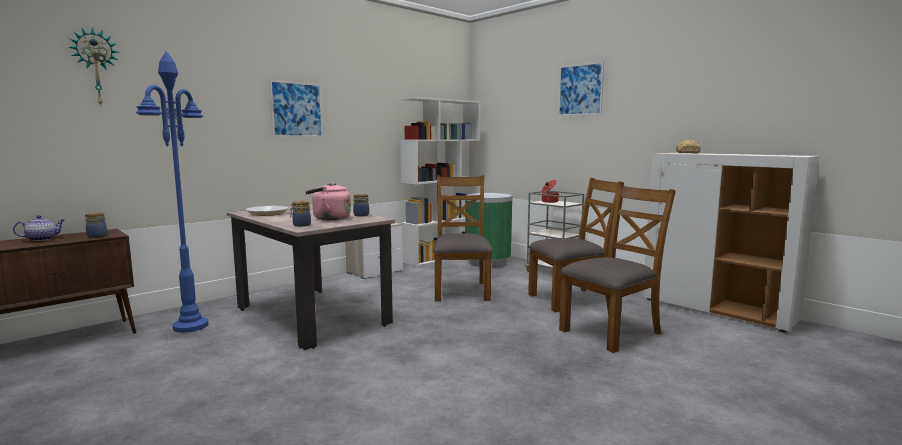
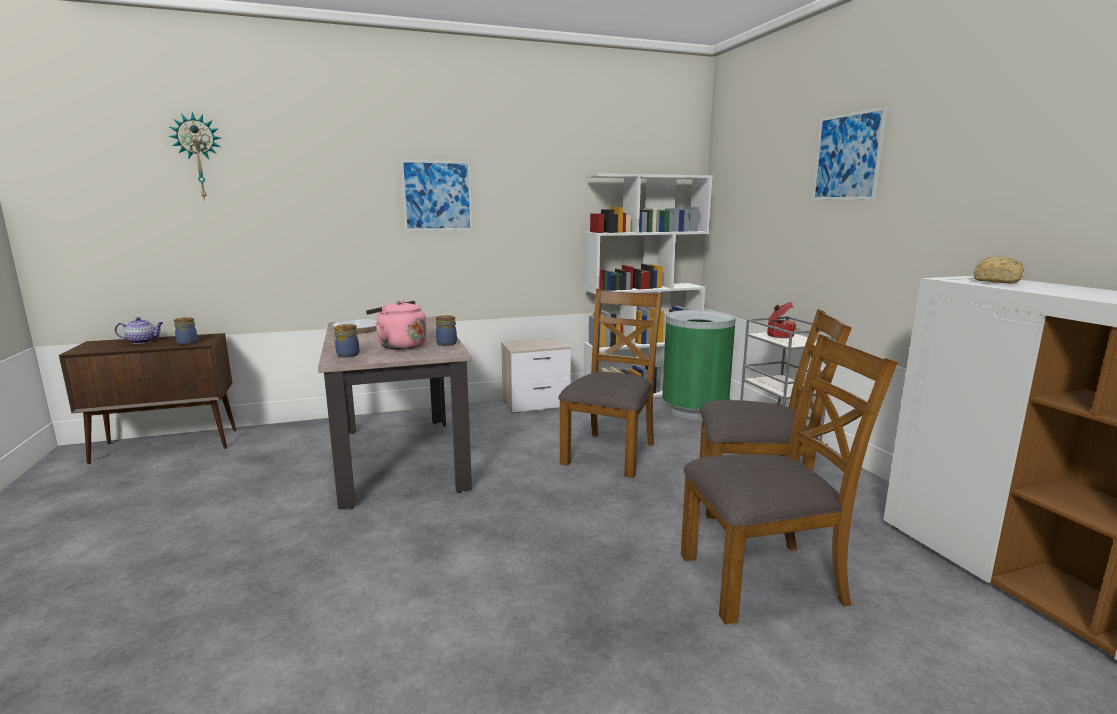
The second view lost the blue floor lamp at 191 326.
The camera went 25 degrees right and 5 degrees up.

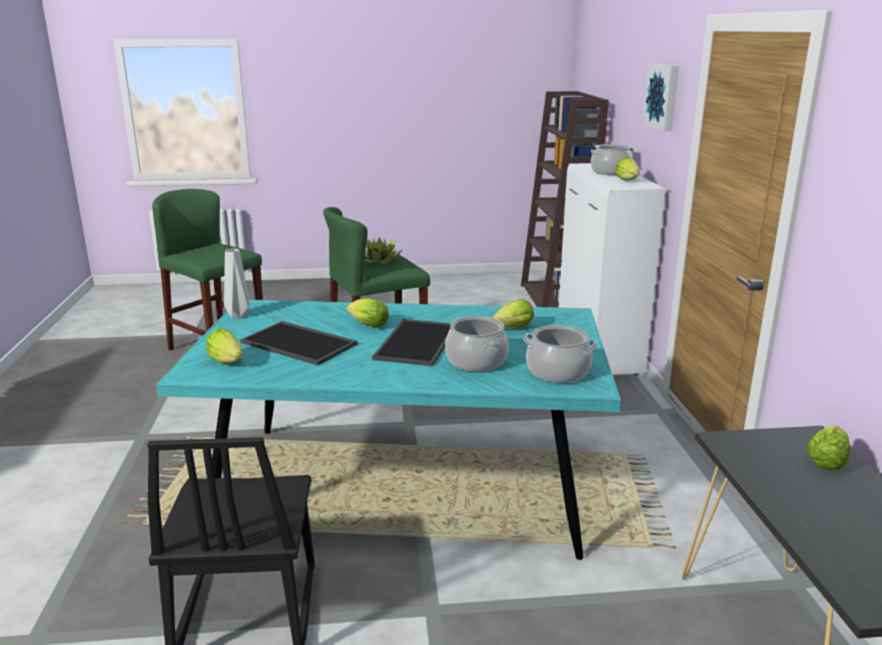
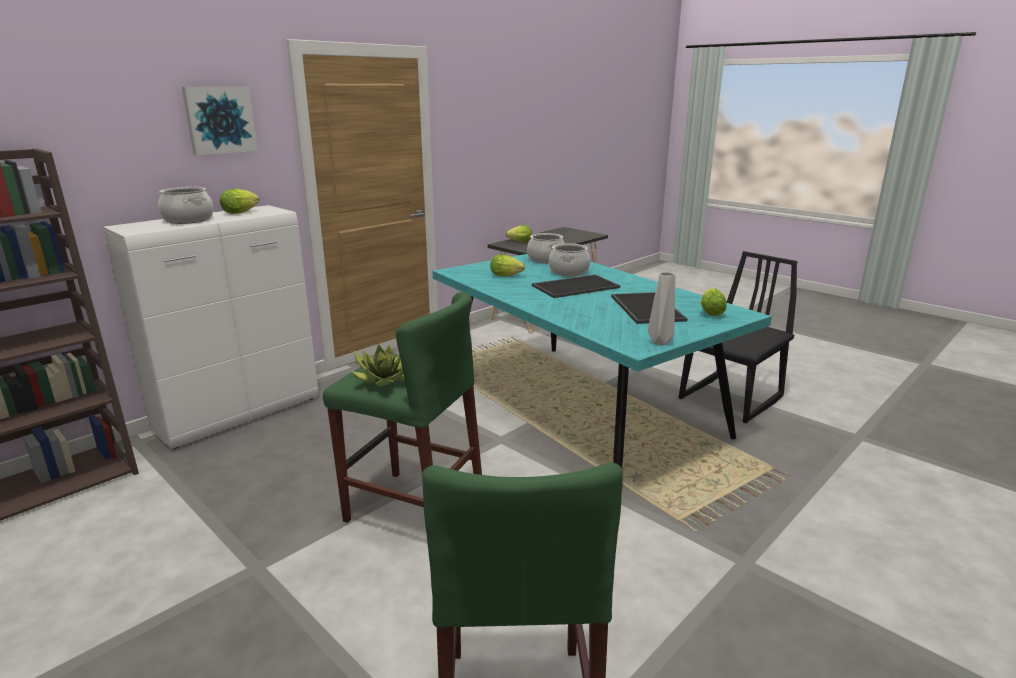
The second view lost the lettuce at 366 325.
The camera went 130 degrees left and 0 degrees up.

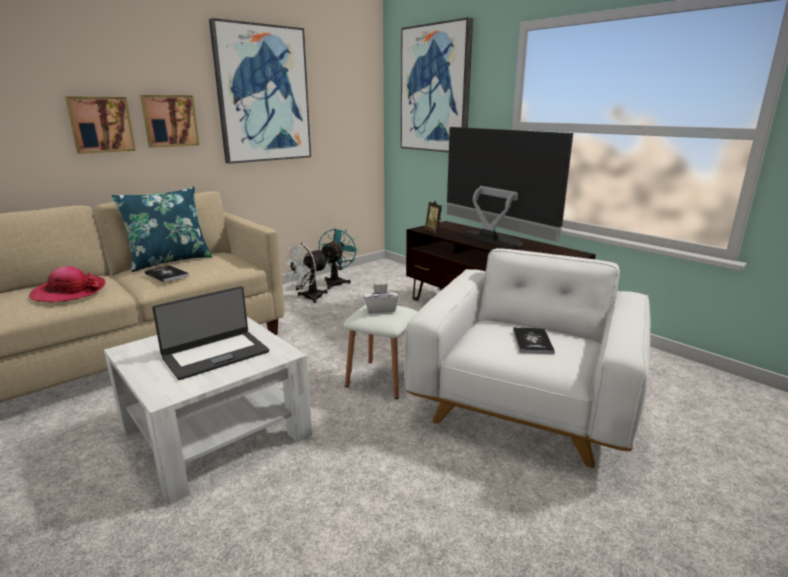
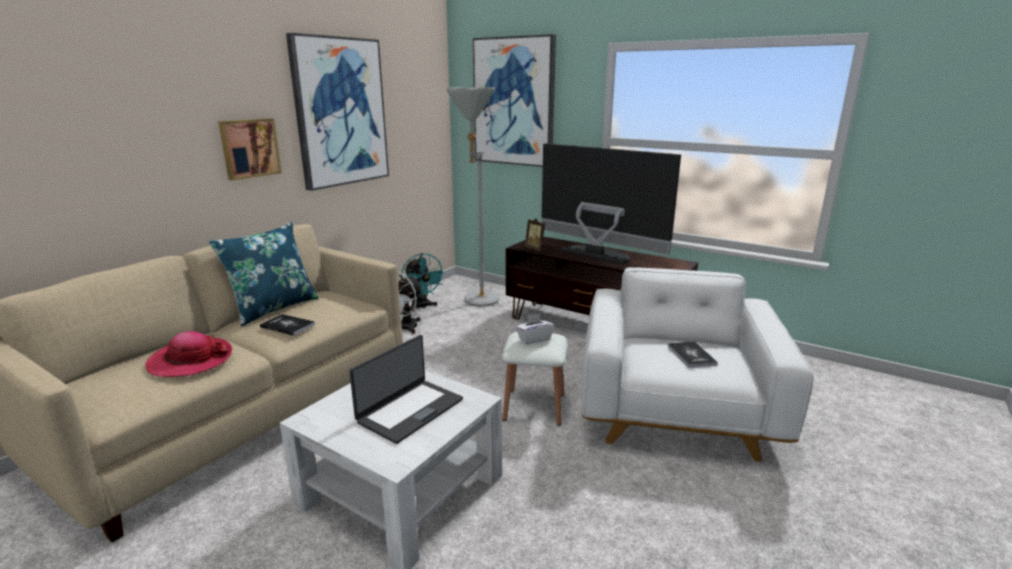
The second view lost the picture at 101 124.
The turquoise fan at 336 282 ended up facing another way, 150 degrees clockwise from before.
The second view gained the grey floor lamp at 476 298.
The camera went 15 degrees left and 0 degrees up.

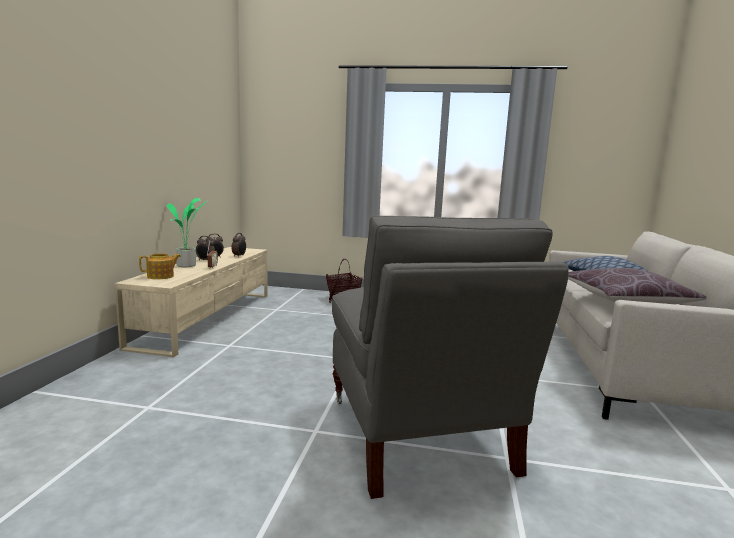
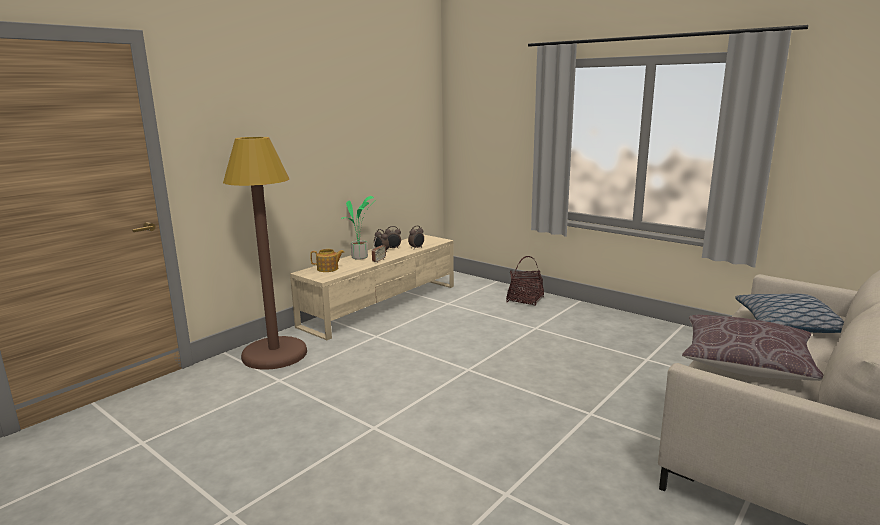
The second view lost the grey armchair at 418 435.
The second view gained the brown floor lamp at 274 354.
The camera went 30 degrees right and 5 degrees up.

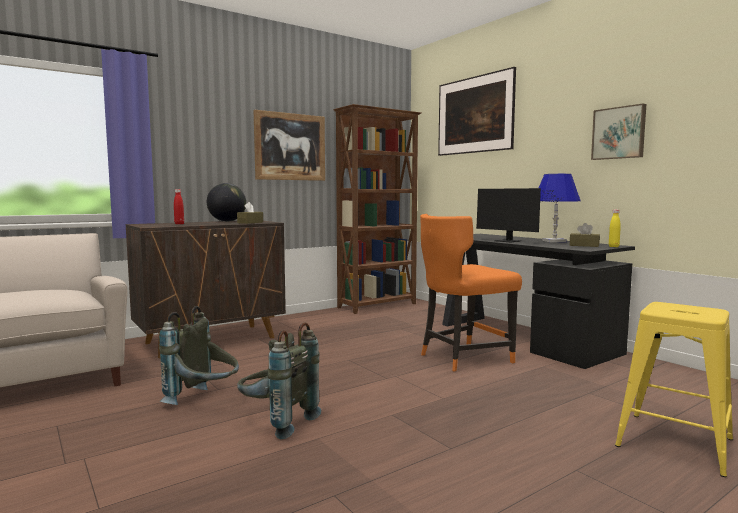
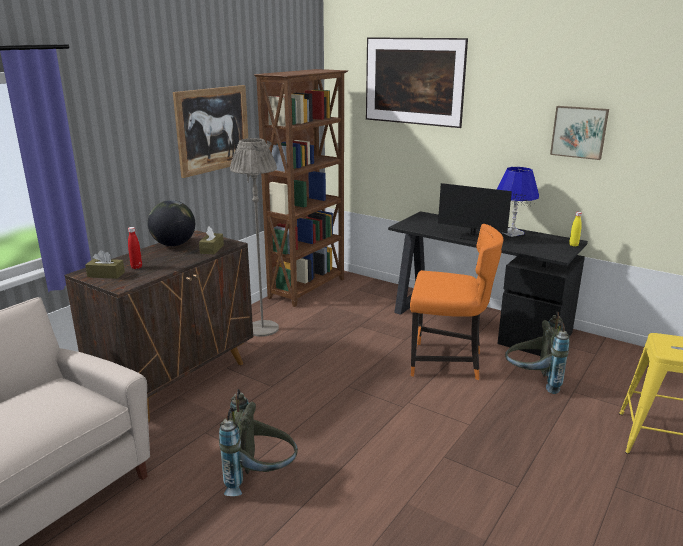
The grey backpack ended up elsewhere, having gone from 276 422 to 532 382.
The orange chair at 463 358 ended up facing another way, 120 degrees counterclockwise from before.
The brown tissue box ended up elsewhere, having gone from 584 245 to 106 275.
The second view gained the grey floor lamp at 262 329.
The camera went 20 degrees left and 15 degrees up.

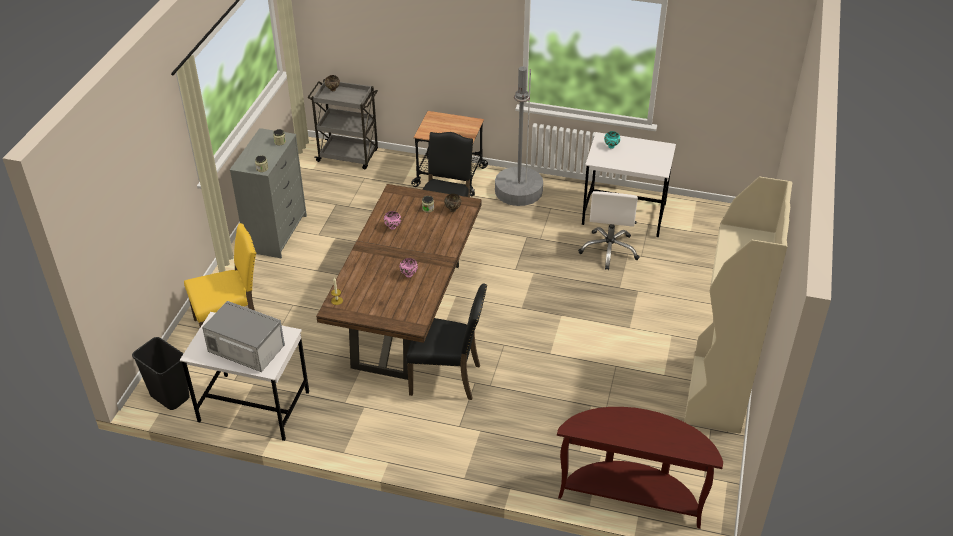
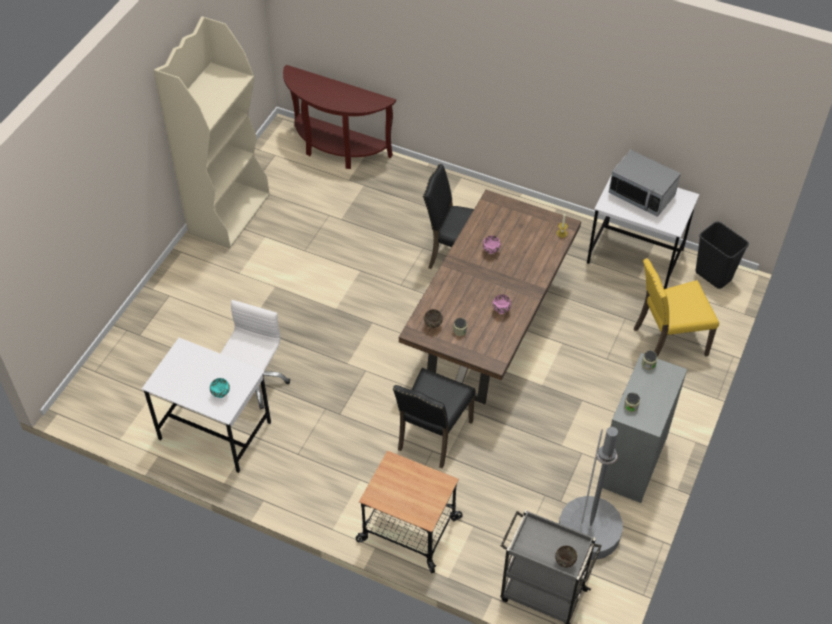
The grey floor lamp ended up elsewhere, having gone from 518 191 to 589 531.
The camera went 170 degrees left and 10 degrees up.

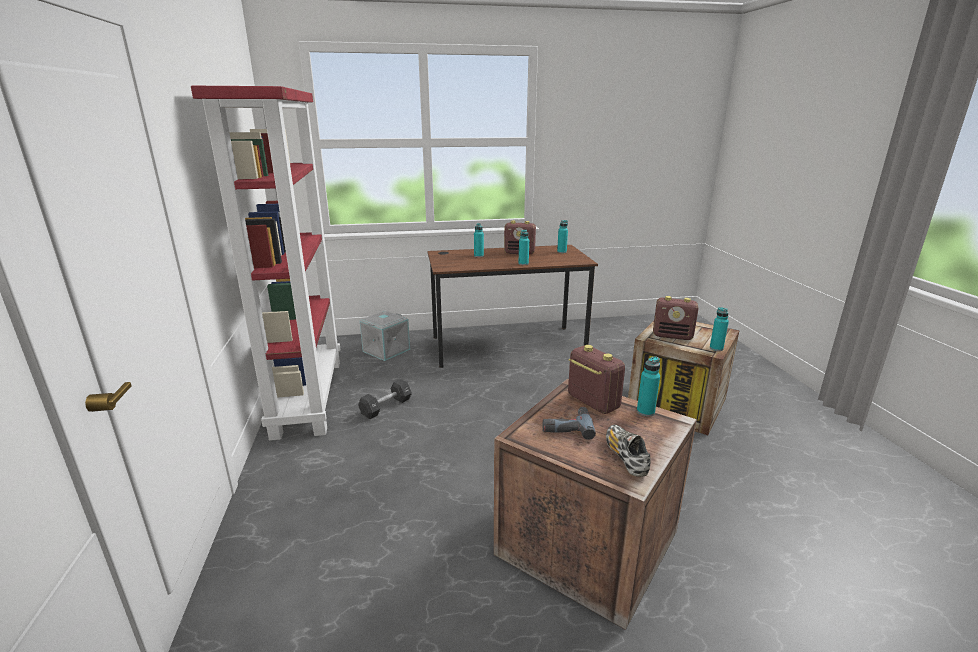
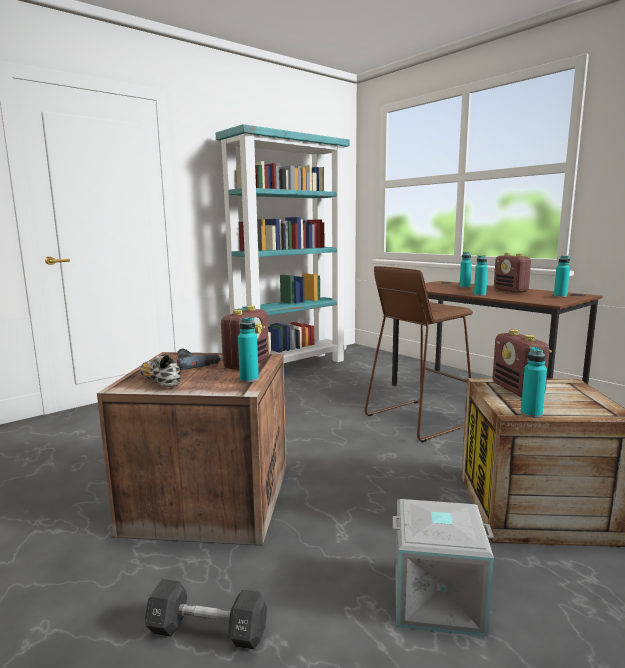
What was the red bookcase at 307 396 turned into the turquoise bookcase at 291 367.
The black dumbbell ended up elsewhere, having gone from 386 407 to 208 631.
The grey storage box ended up elsewhere, having gone from 386 350 to 437 597.
The shoe at 625 457 ended up facing another way, 90 degrees counterclockwise from before.
The second view gained the brown stool at 417 419.
The camera went 60 degrees right and 10 degrees down.

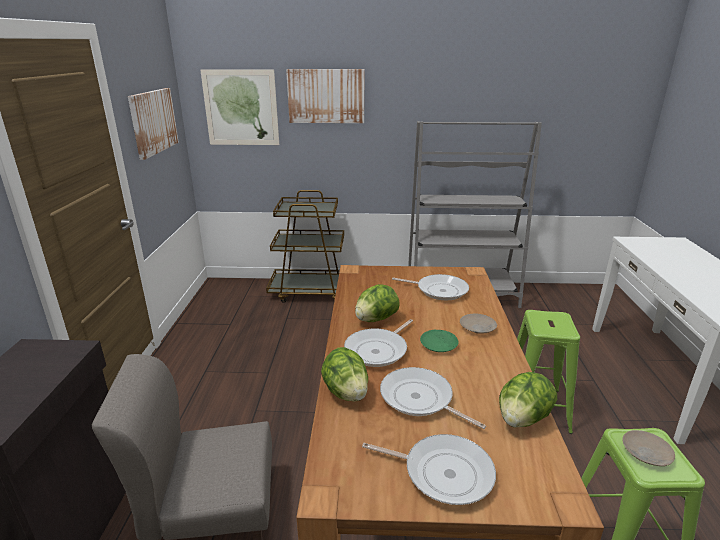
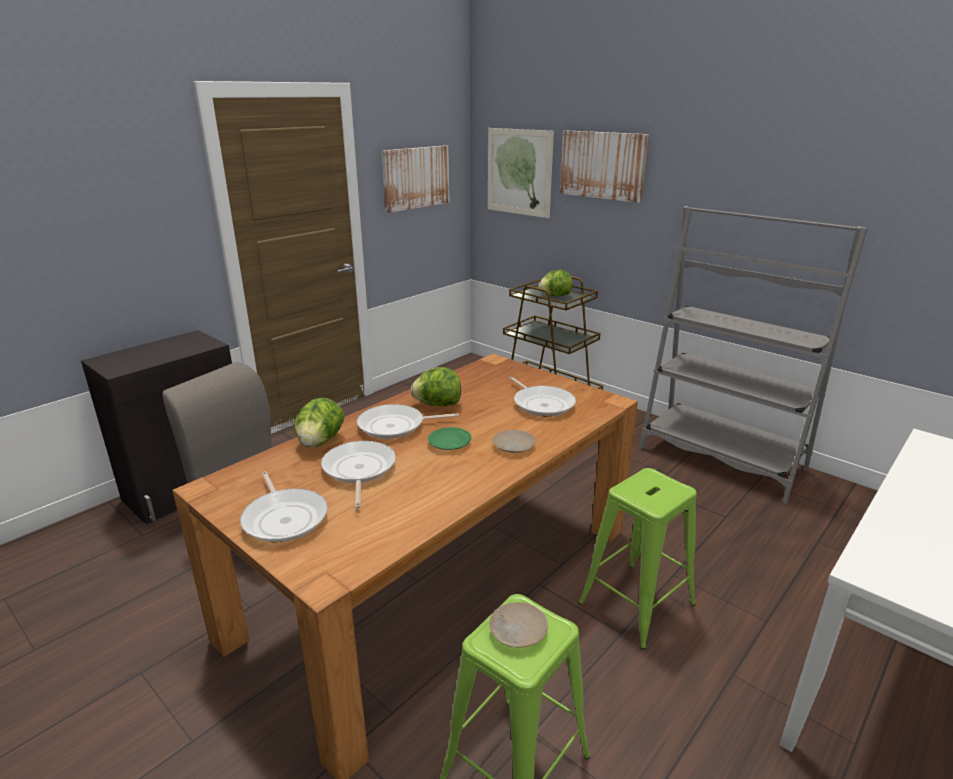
The lettuce ended up elsewhere, having gone from 522 419 to 555 296.
The camera went 40 degrees right and 0 degrees up.

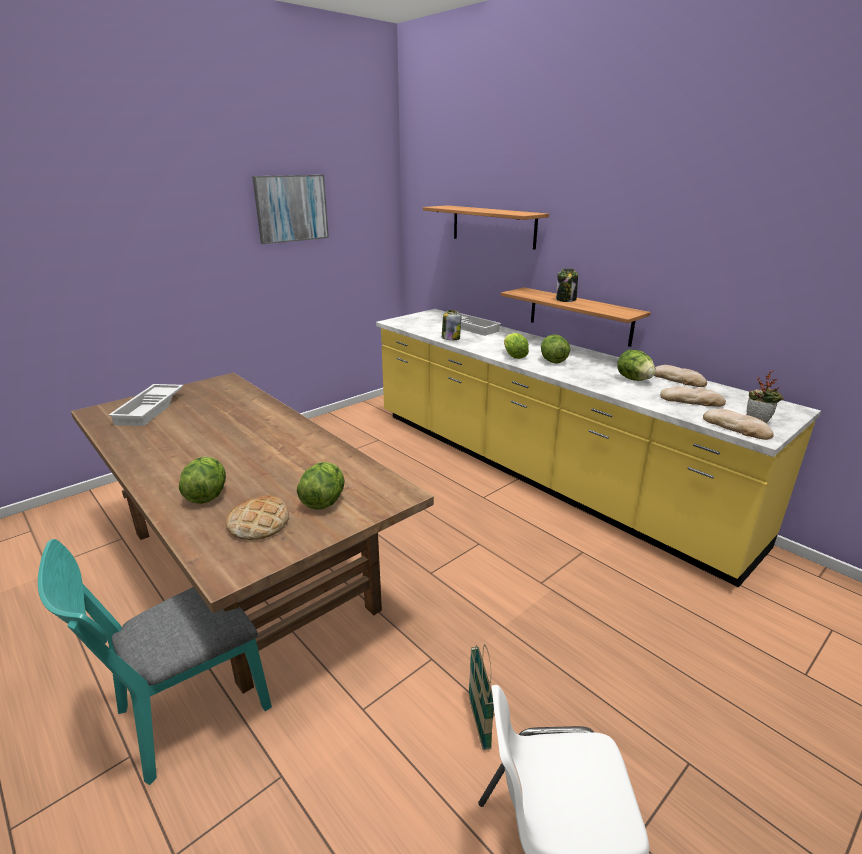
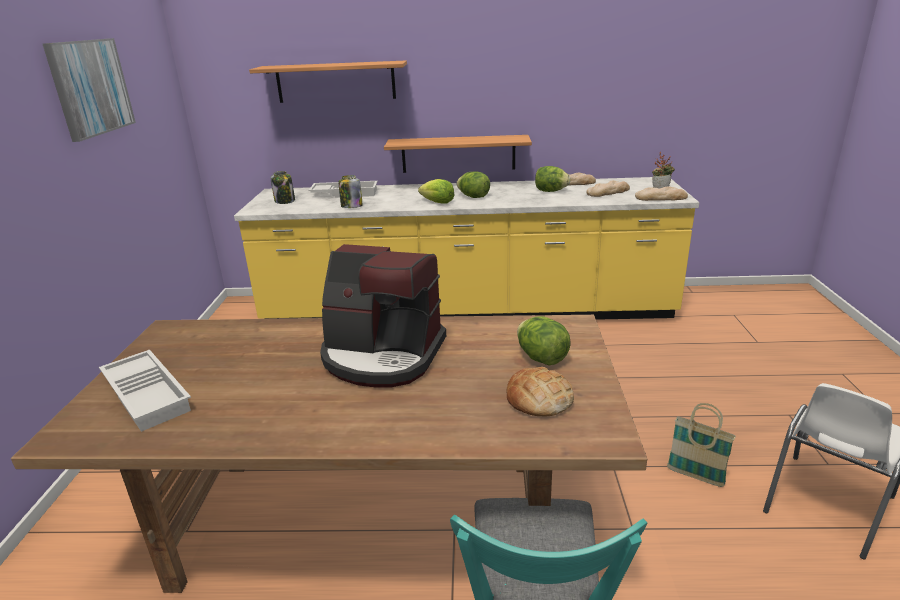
The second view lost the lettuce at 207 495.
The jar ended up elsewhere, having gone from 566 299 to 285 201.
The second view gained the coffee machine at 382 356.
The camera went 45 degrees left and 0 degrees up.

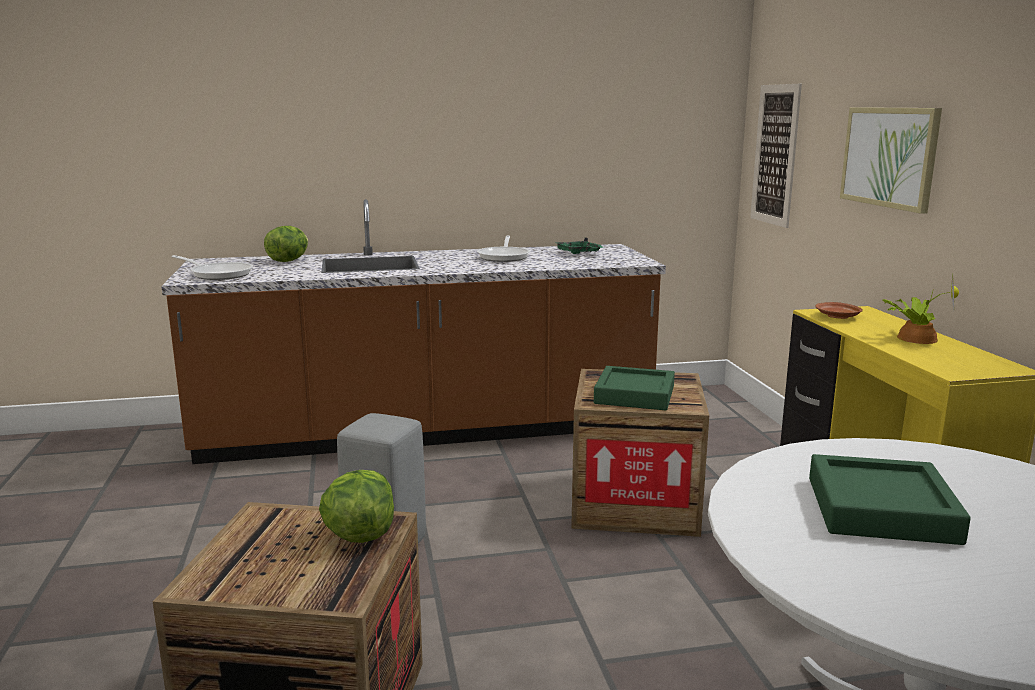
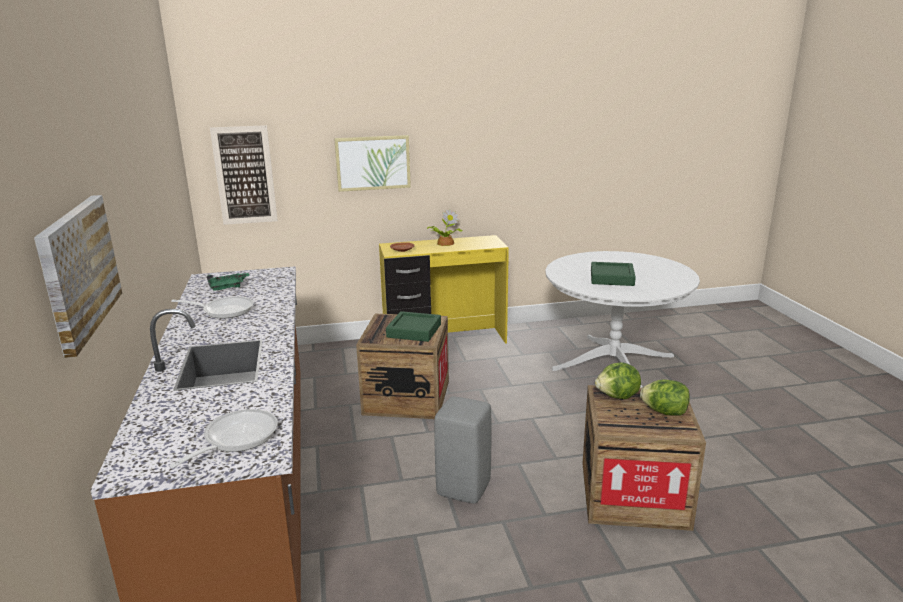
The lettuce ended up elsewhere, having gone from 288 261 to 664 412.
The second view gained the picture at 78 269.
The camera went 90 degrees left and 5 degrees up.

